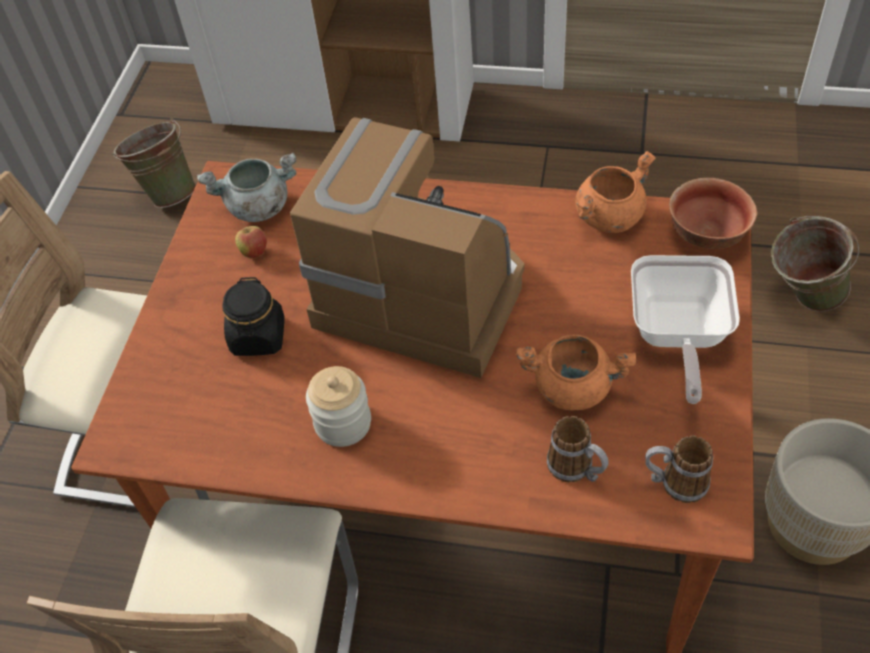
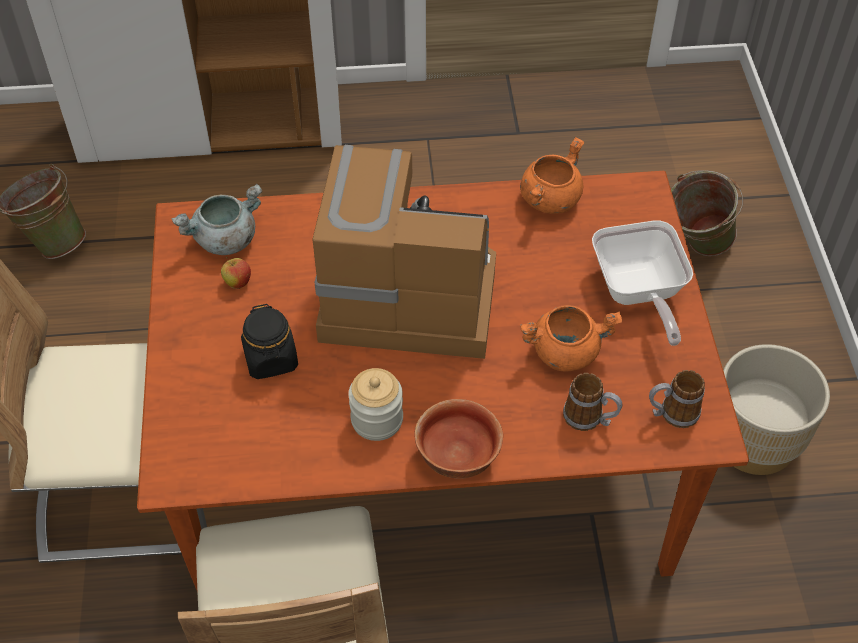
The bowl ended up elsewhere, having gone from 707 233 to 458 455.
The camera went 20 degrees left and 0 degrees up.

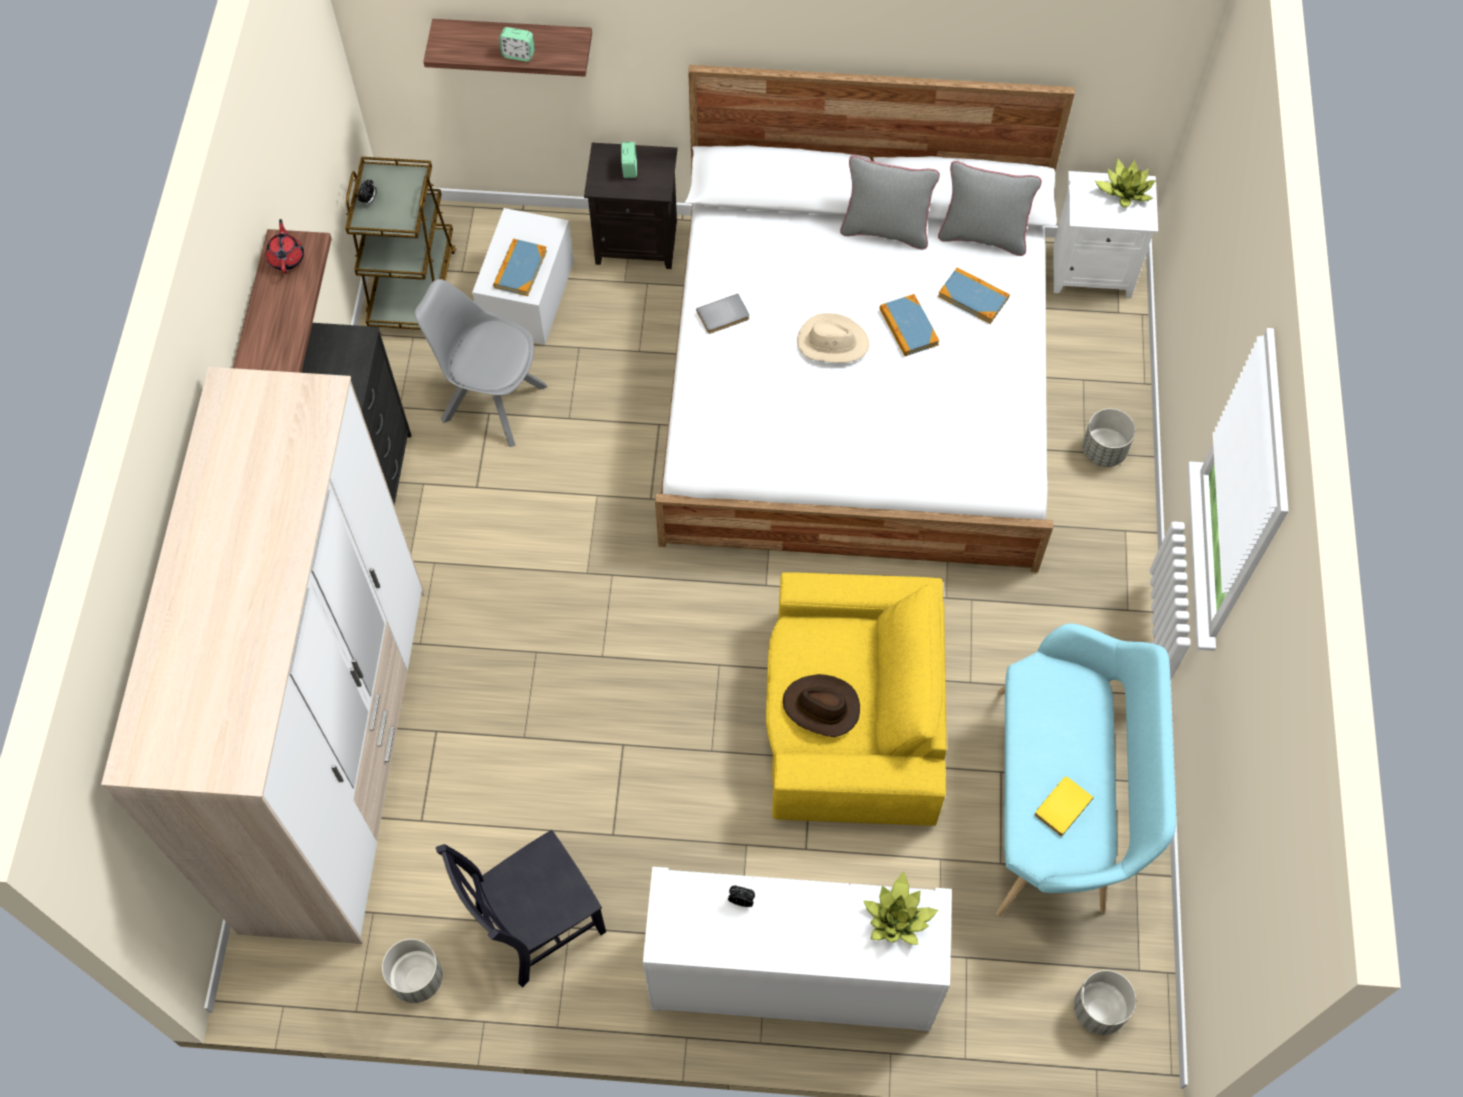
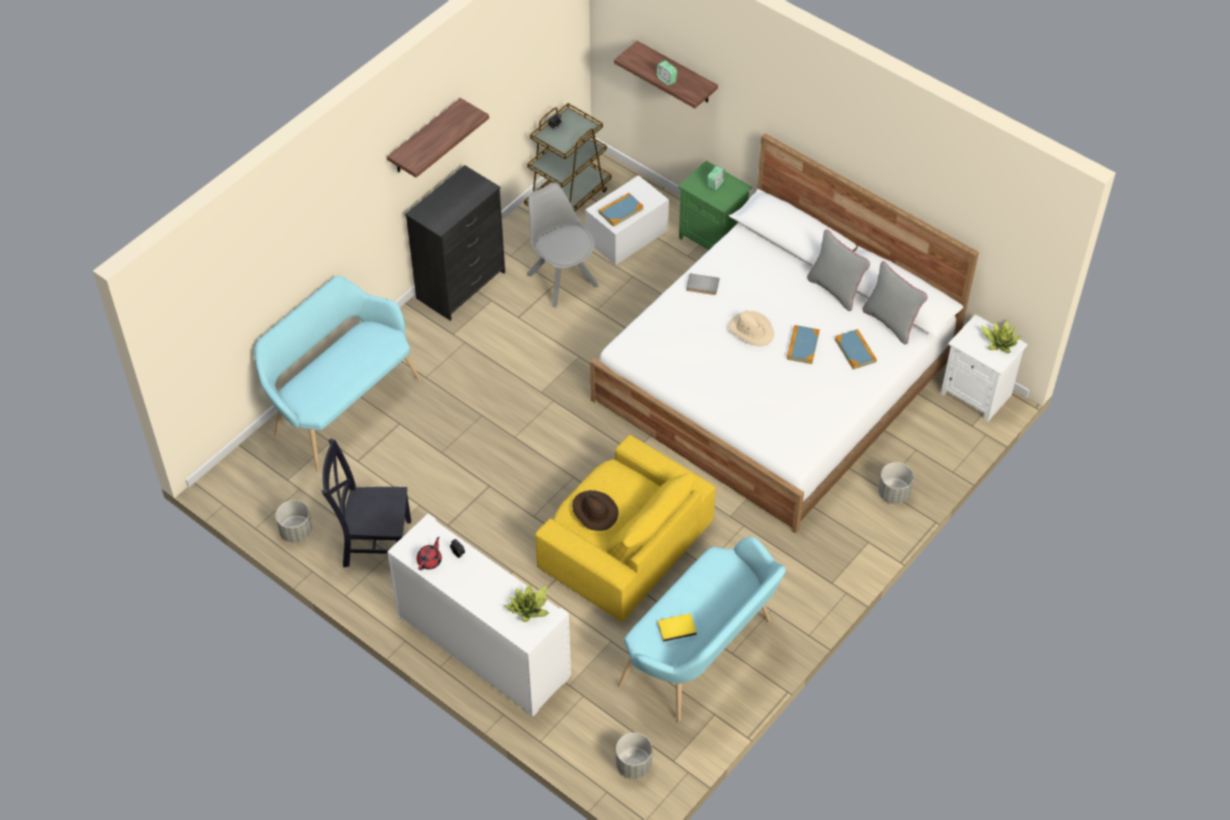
Where the wardrobe stood at 337 754, the turquoise bench came to stand at 341 406.
The red teapot ended up elsewhere, having gone from 287 258 to 430 560.
What was the black nightstand at 638 241 turned into the green nightstand at 713 238.
The camera went 35 degrees right and 10 degrees down.

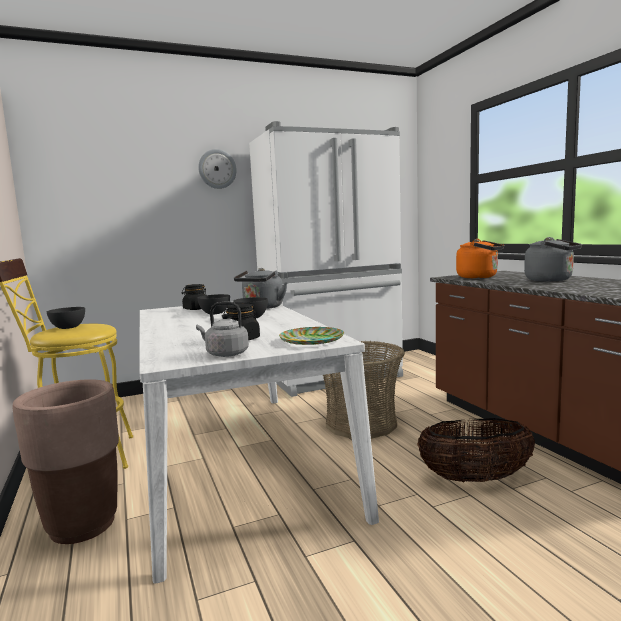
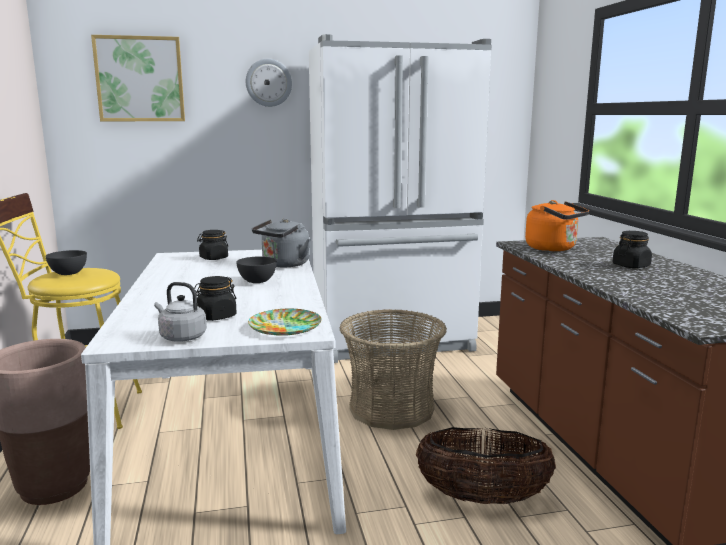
The second view lost the grey bowl at 215 313.
Where the grey kettle stood at 551 280, the black jar came to stand at 631 266.
The second view gained the picture at 140 79.
The camera went 10 degrees right and 5 degrees up.

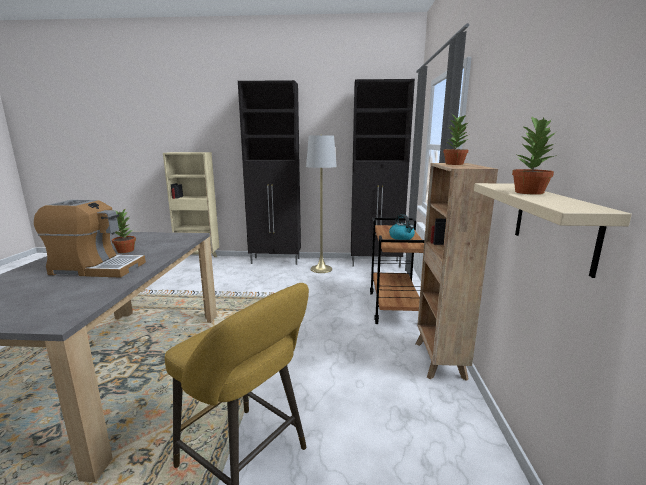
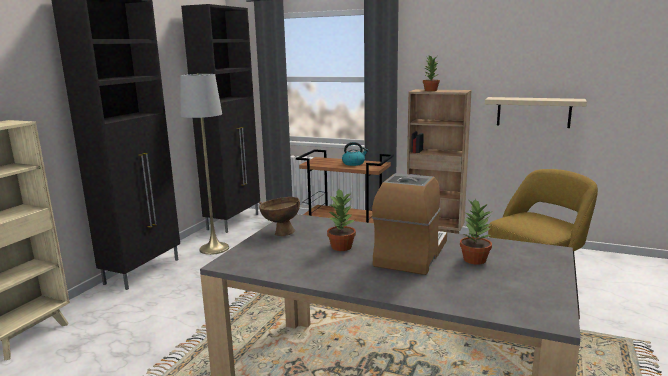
The potted plant ended up elsewhere, having gone from 529 192 to 474 259.
The second view gained the brown bowl at 280 233.
The camera went 70 degrees left and 0 degrees up.

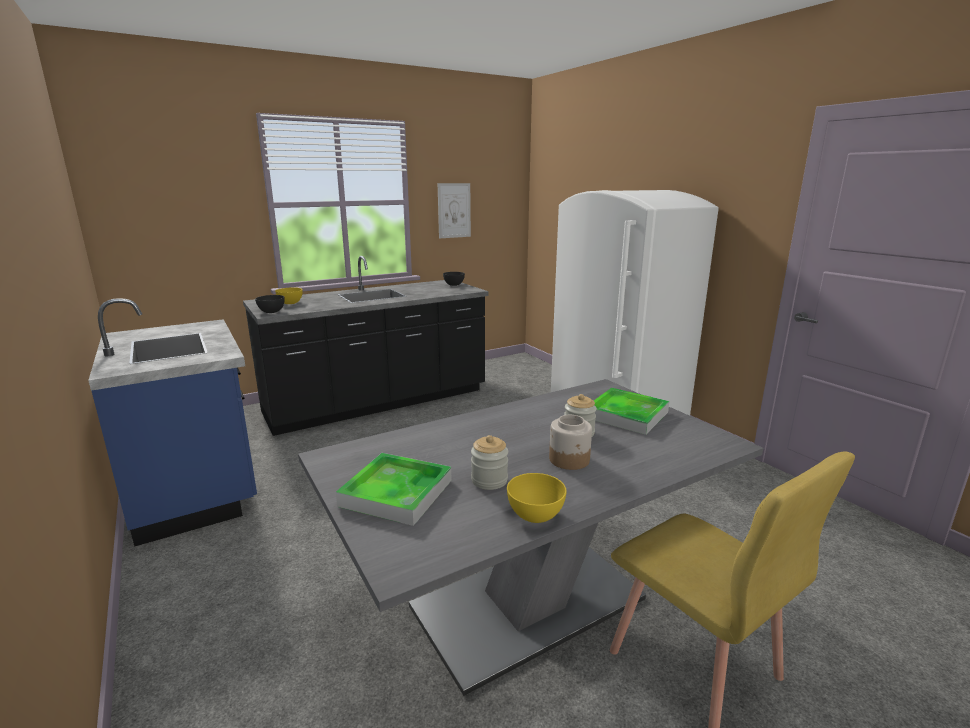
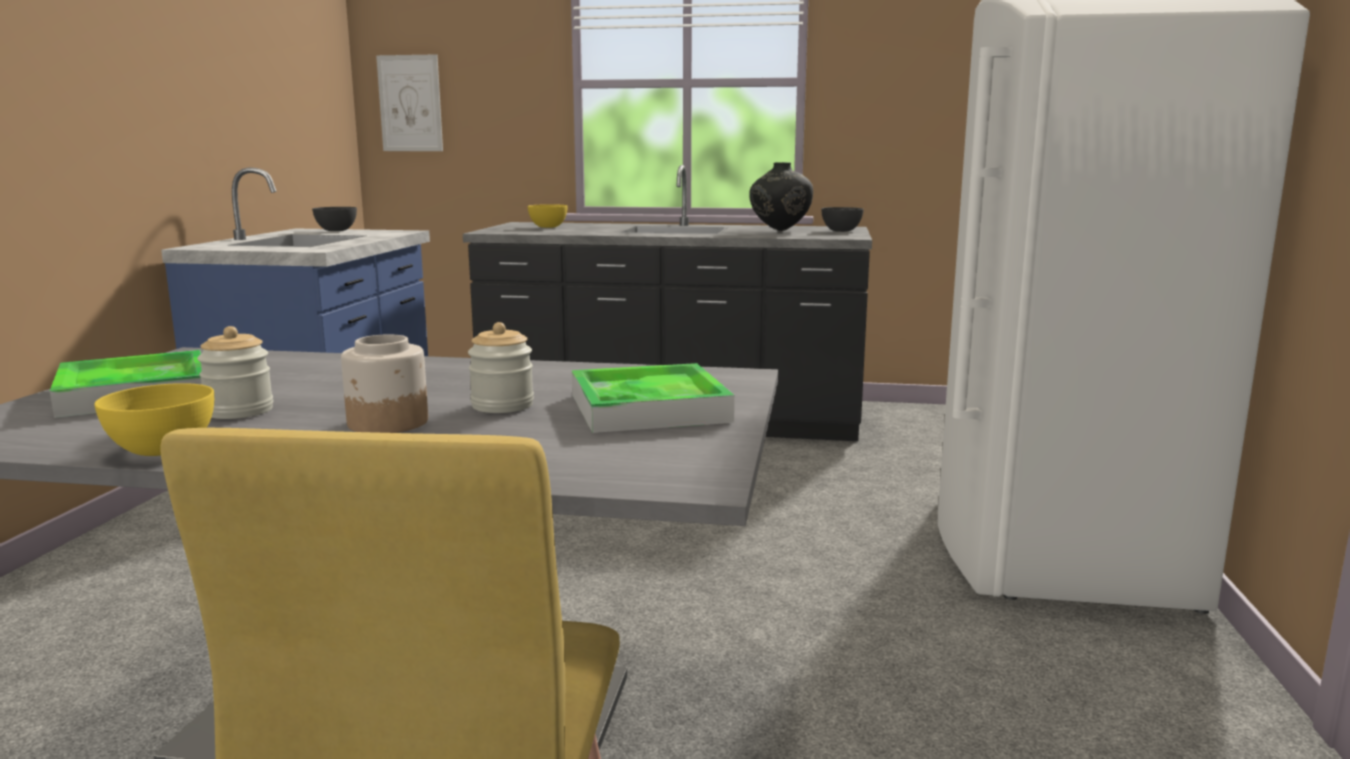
The grey bowl ended up elsewhere, having gone from 271 312 to 336 230.
The picture ended up elsewhere, having gone from 454 210 to 410 103.
The second view gained the black vase at 780 230.
The camera went 40 degrees right and 5 degrees down.

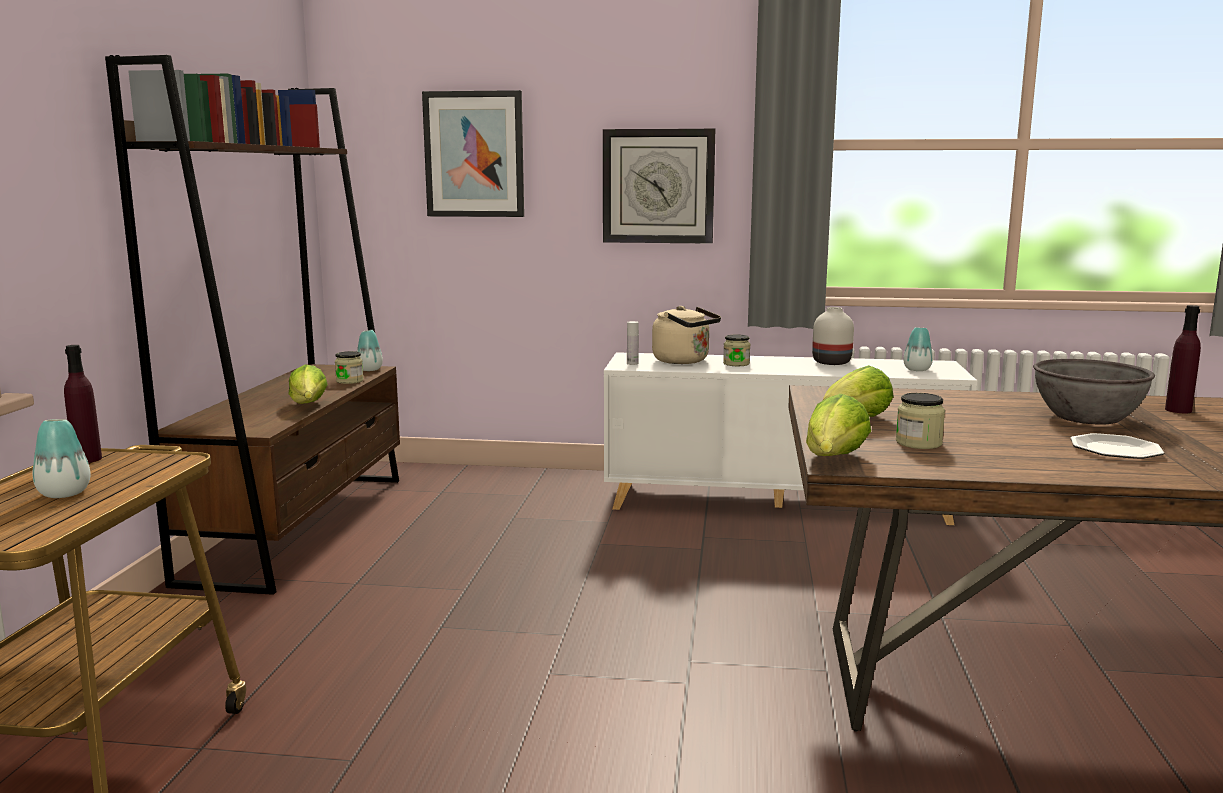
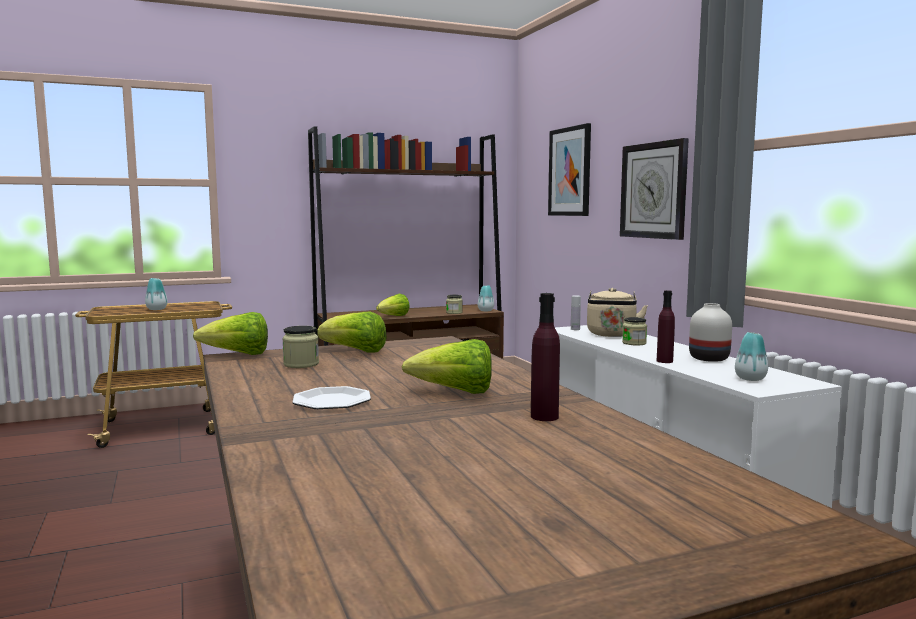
The purple bottle ended up elsewhere, having gone from 87 459 to 664 361.
Where the grey bowl stood at 1087 417, the lettuce came to stand at 455 393.
The camera went 60 degrees right and 5 degrees down.

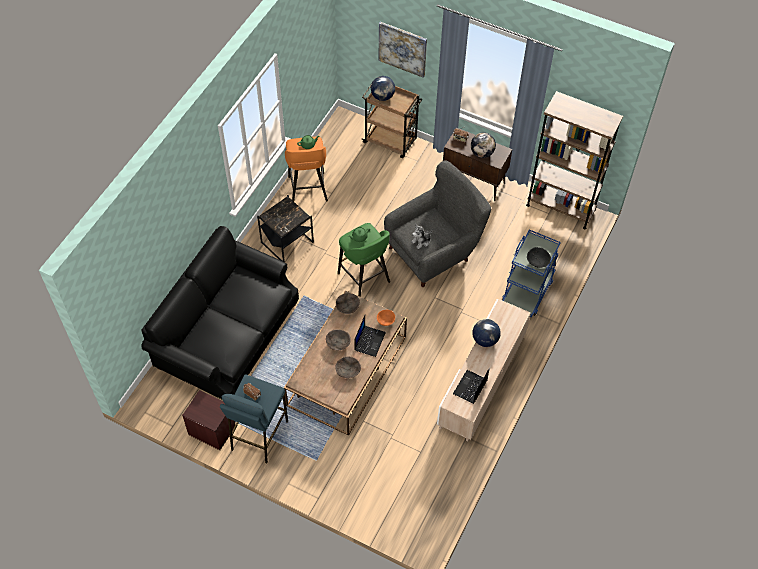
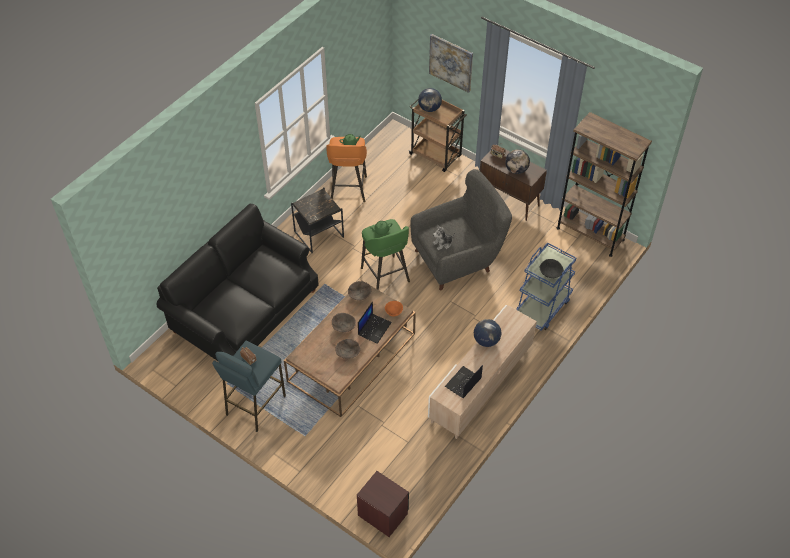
The brown nightstand ended up elsewhere, having gone from 212 430 to 383 514.
The camera went 10 degrees right and 5 degrees down.

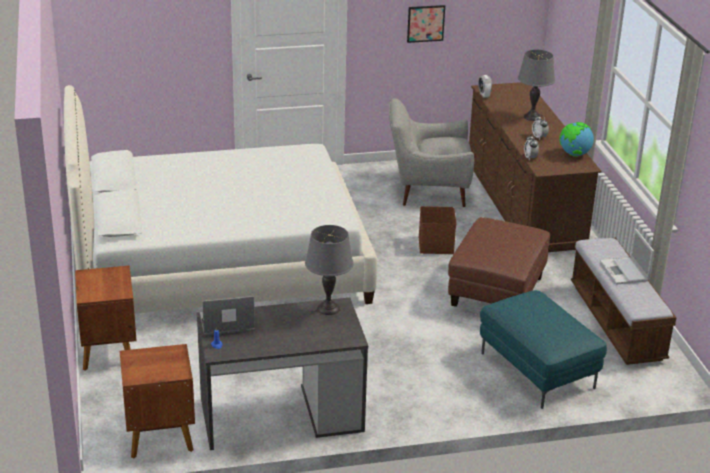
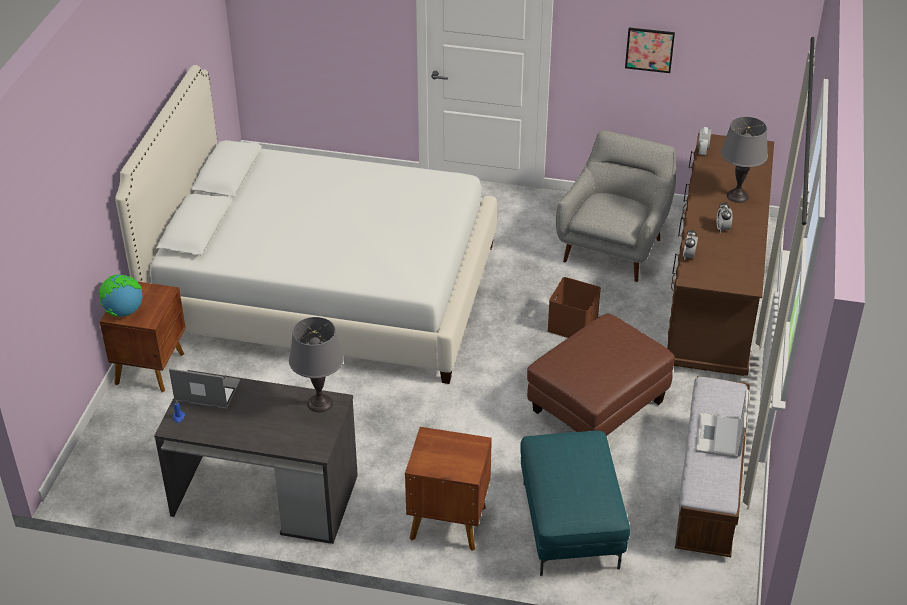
The brown nightstand ended up elsewhere, having gone from 159 436 to 447 521.
The grey armchair at 427 190 ended up facing another way, 90 degrees clockwise from before.
The globe ended up elsewhere, having gone from 574 154 to 123 312.
The camera went 25 degrees right and 10 degrees up.

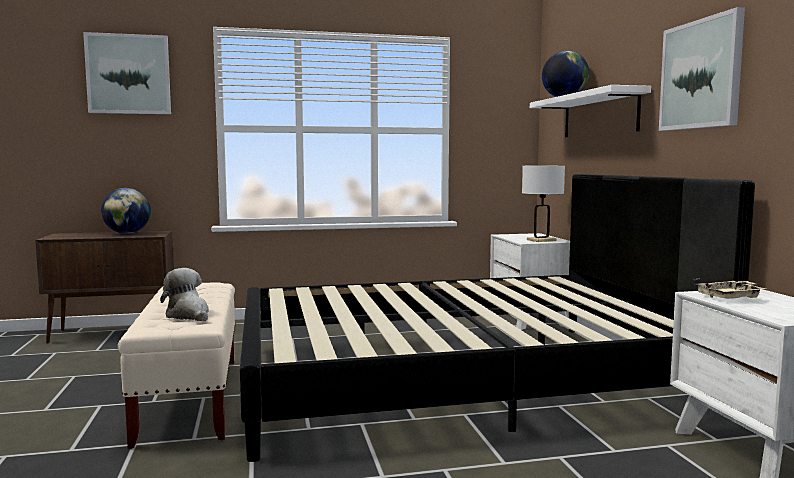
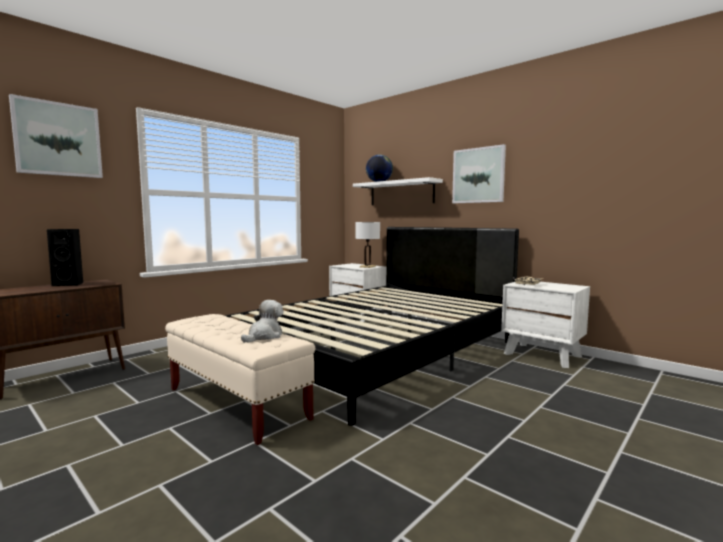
Where the globe stood at 127 233, the black speaker came to stand at 70 284.
The plush toy at 189 315 ended up facing another way, 105 degrees clockwise from before.
The camera went 35 degrees left and 0 degrees up.

